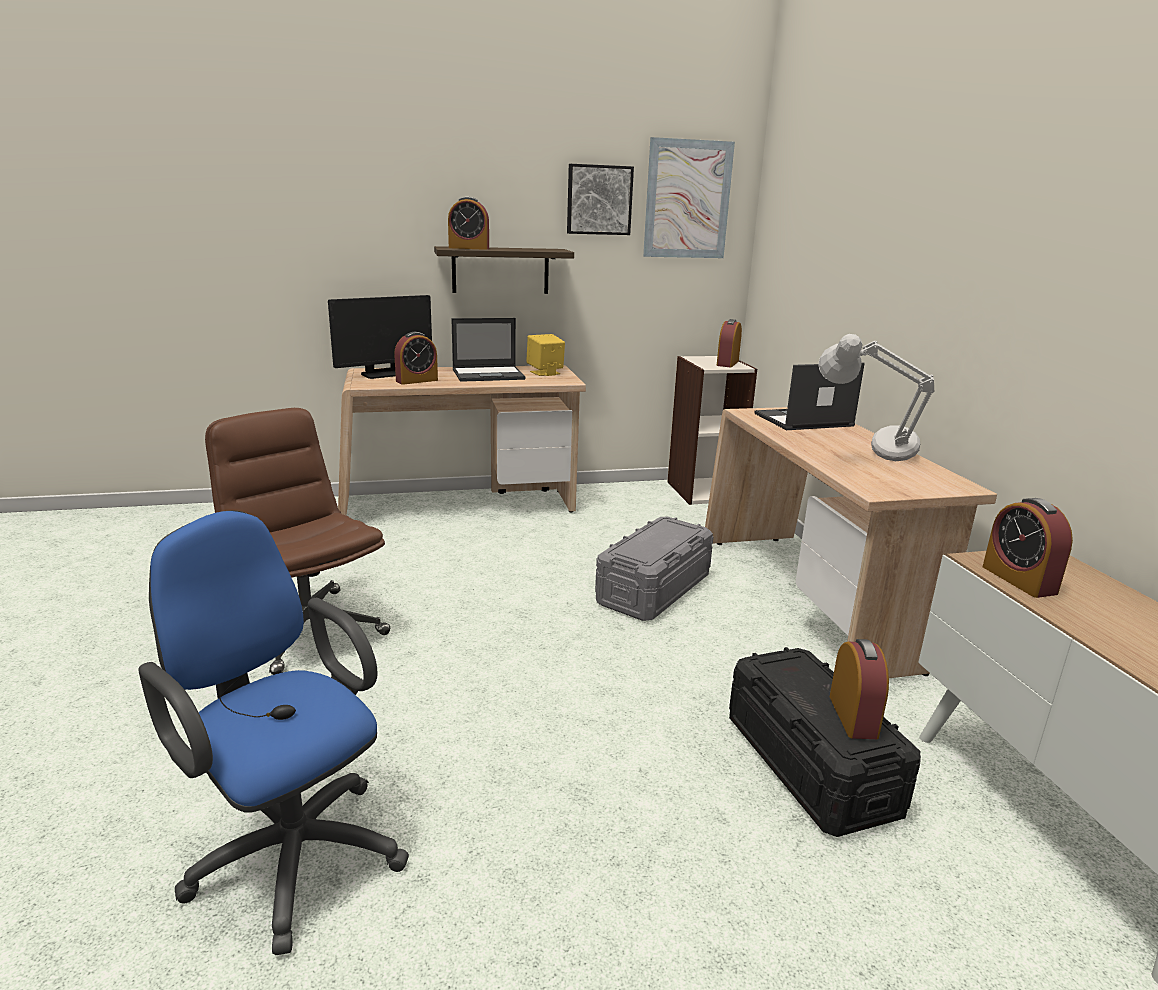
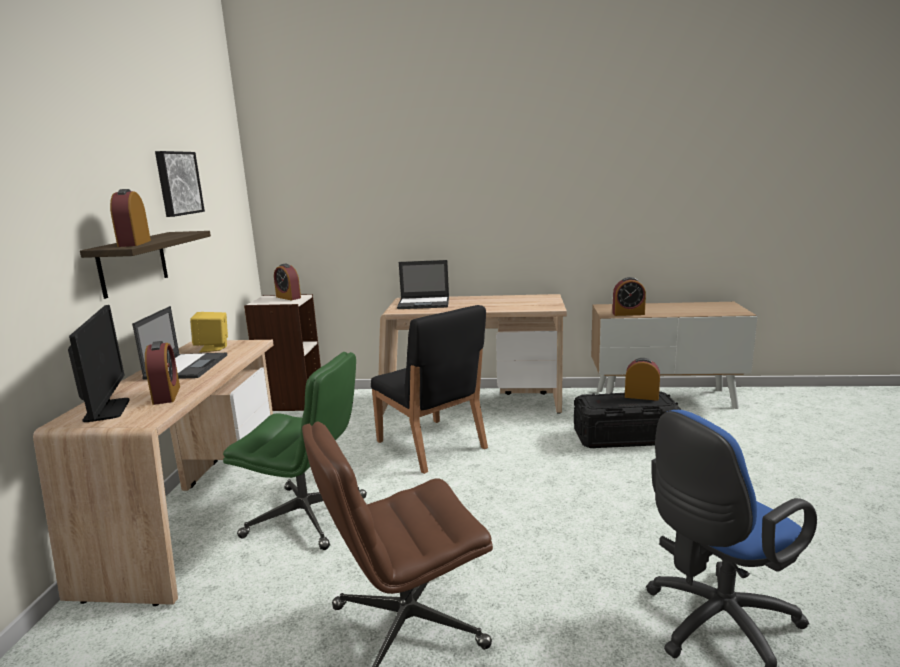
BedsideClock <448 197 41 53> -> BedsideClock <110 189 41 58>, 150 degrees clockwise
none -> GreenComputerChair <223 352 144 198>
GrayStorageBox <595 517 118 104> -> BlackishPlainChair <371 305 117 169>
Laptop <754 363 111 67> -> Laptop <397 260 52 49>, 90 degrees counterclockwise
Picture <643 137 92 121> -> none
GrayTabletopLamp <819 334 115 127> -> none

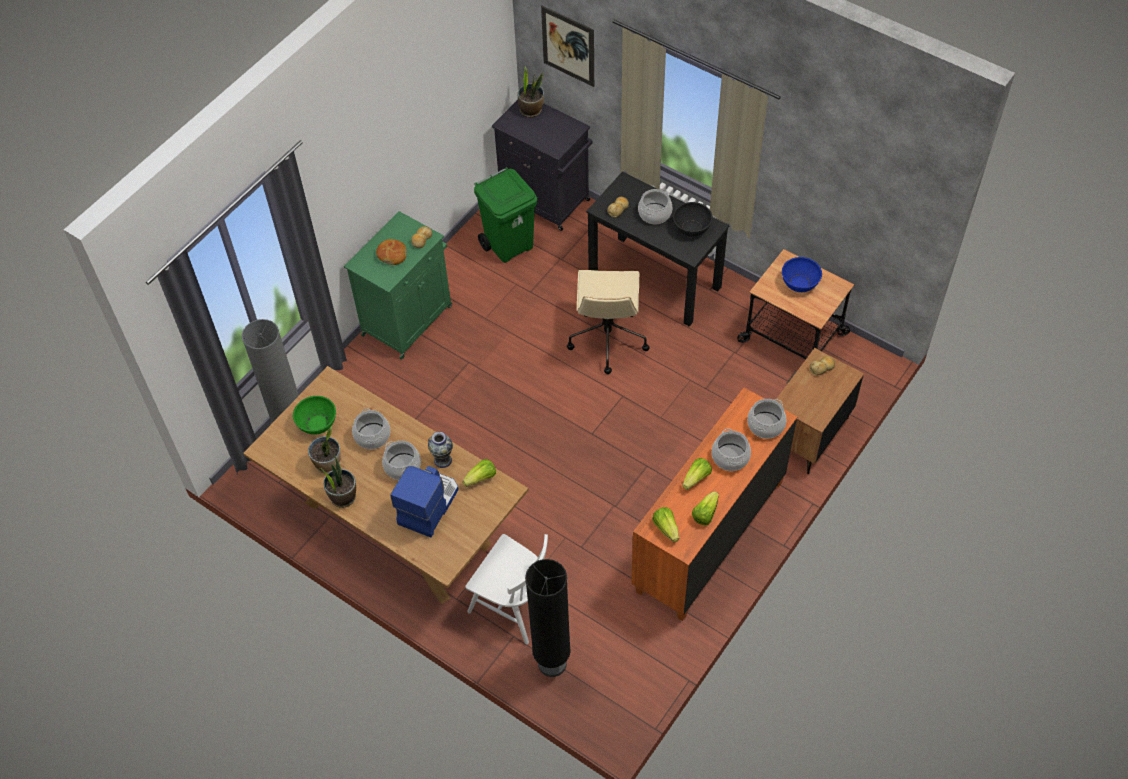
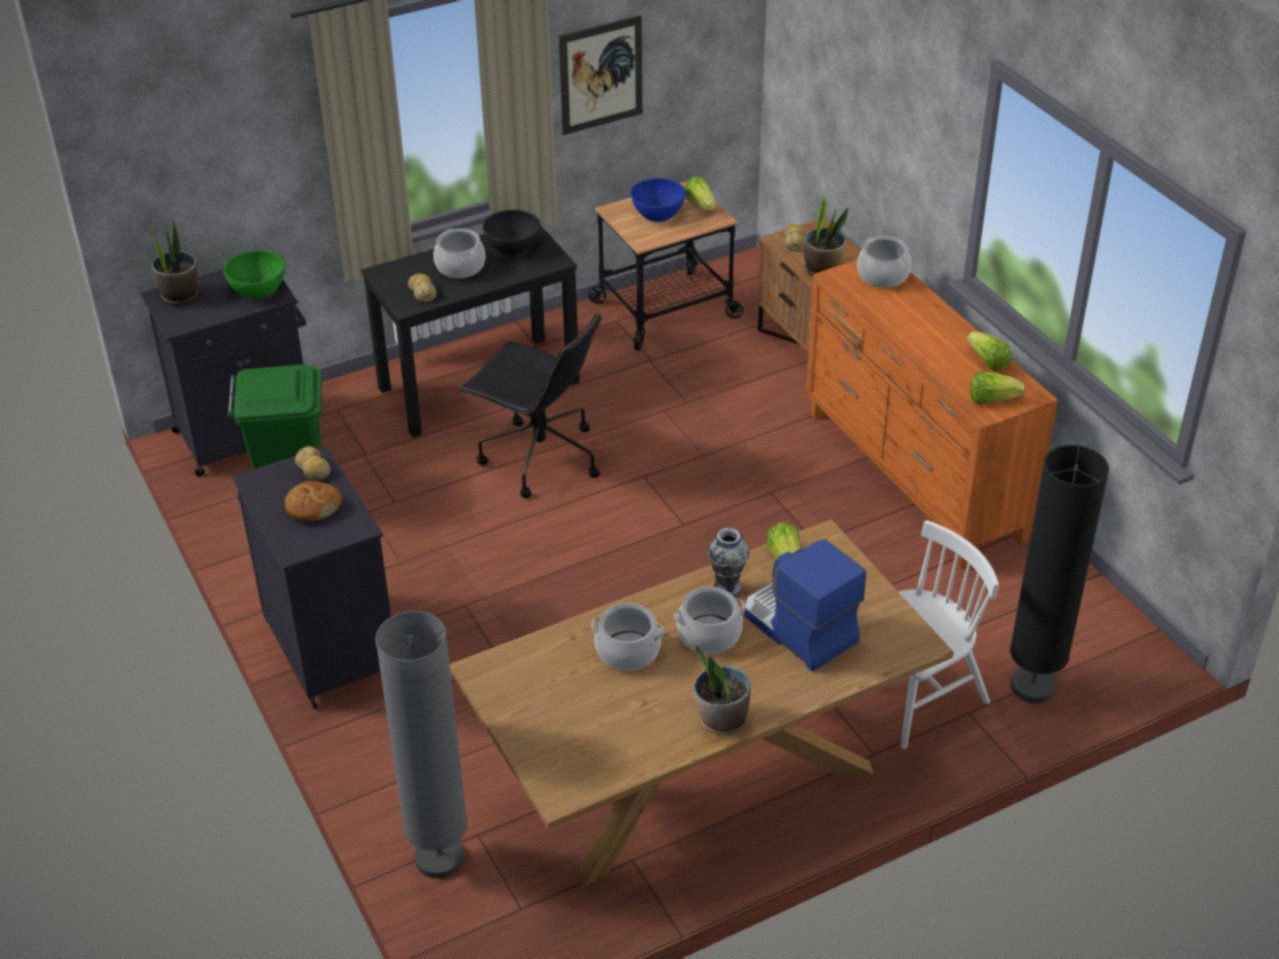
GreenBowl <293 396 43 39> -> GreenBowl <223 250 62 49>, shifted
GreenStorageCabinet <344 211 108 149> -> BlackishStorageCabinet <232 446 159 263>
SandColouredComputerChair <567 270 83 104> -> BlackishComputerChair <459 312 142 186>
Picture <541 6 53 81> -> Picture <559 15 83 120>, shifted
HeadOfLettuce <683 458 29 32> -> HeadOfLettuce <685 177 30 34>, shifted
PottedPlant <308 426 33 47> -> PottedPlant <804 195 44 81>, shifted
Saucepot <712 428 39 43> -> none

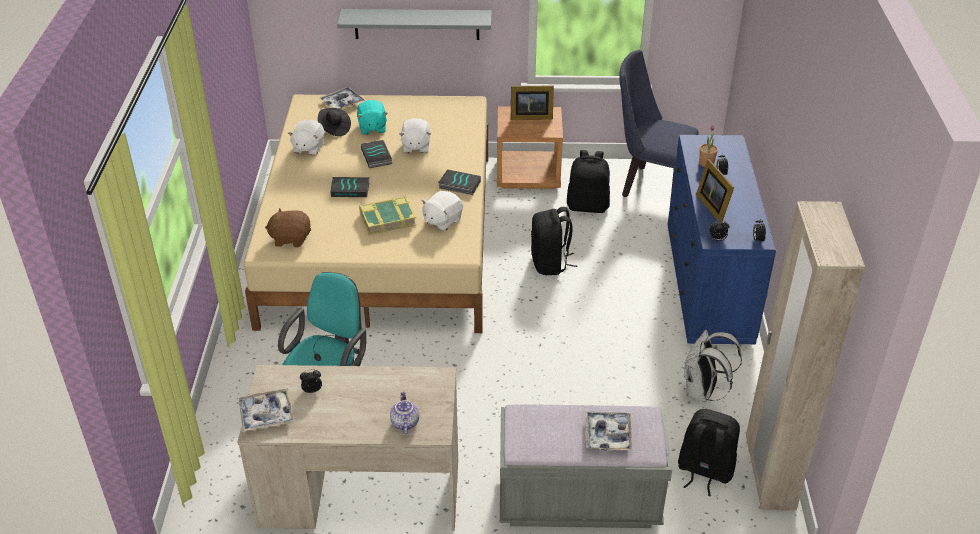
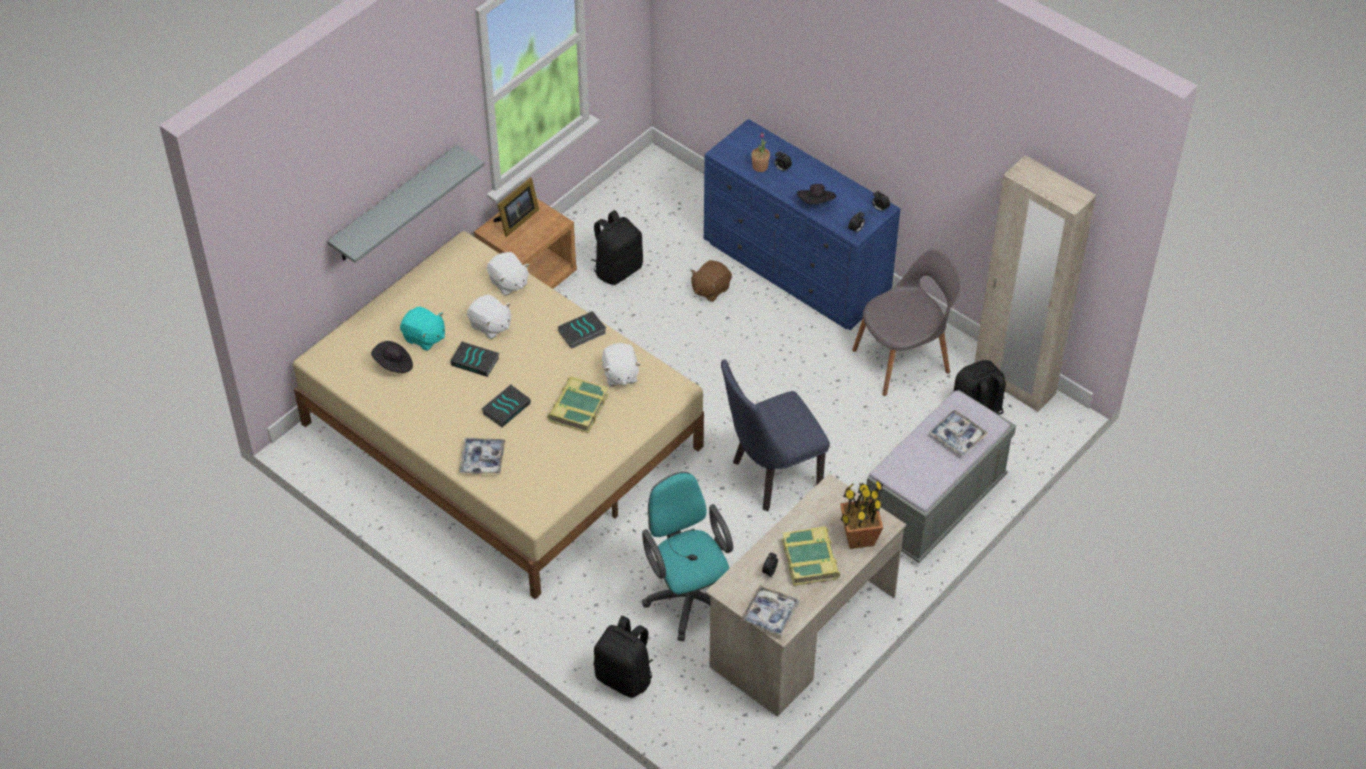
CarryingTray <320 87 45 22> -> CarryingTray <459 438 47 37>, shifted
WhitishCuddlyToy <288 120 36 36> -> WhitishCuddlyToy <487 252 42 44>, shifted
BlackishBackpack <531 207 46 68> -> BlackishBackpack <594 616 59 82>, shifted
BrownCuddlyToy <265 208 46 40> -> BrownCuddlyToy <691 260 41 42>, shifted
BlueColouredPlainChair <620 50 79 152> -> BlueColouredPlainChair <721 360 109 151>, shifted
none -> Volume <782 526 58 60>
StandingFrame <696 159 38 63> -> BlackishWearableHat <797 184 39 21>
TeaPot <390 391 29 43> -> PottedPlant <840 480 43 69>
WhitishBackpack <684 330 58 72> -> GrayPlainChair <852 249 110 147>

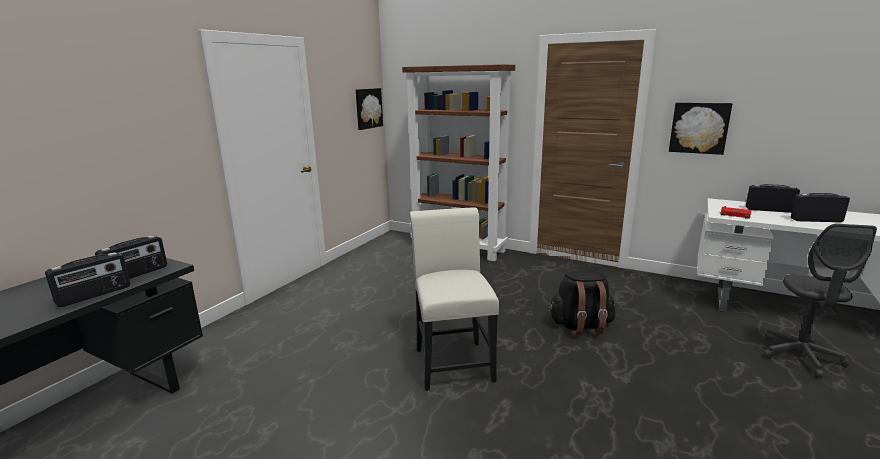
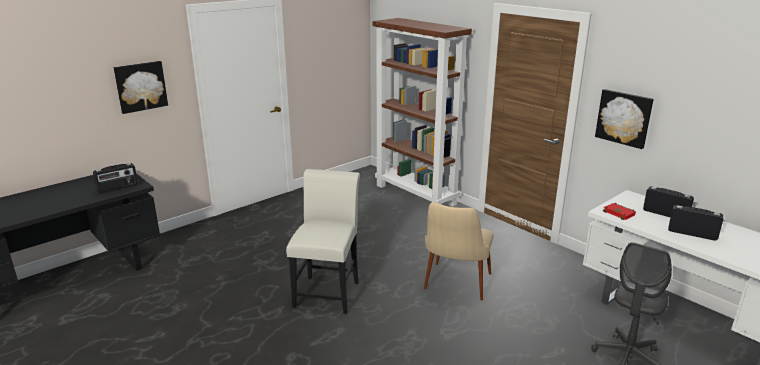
Picture <356 88 27 42> -> Picture <114 61 54 53>, shifted
BlackishBackpack <549 270 66 66> -> SandColouredPlainChair <424 202 70 98>
RadioSet <45 252 85 55> -> none

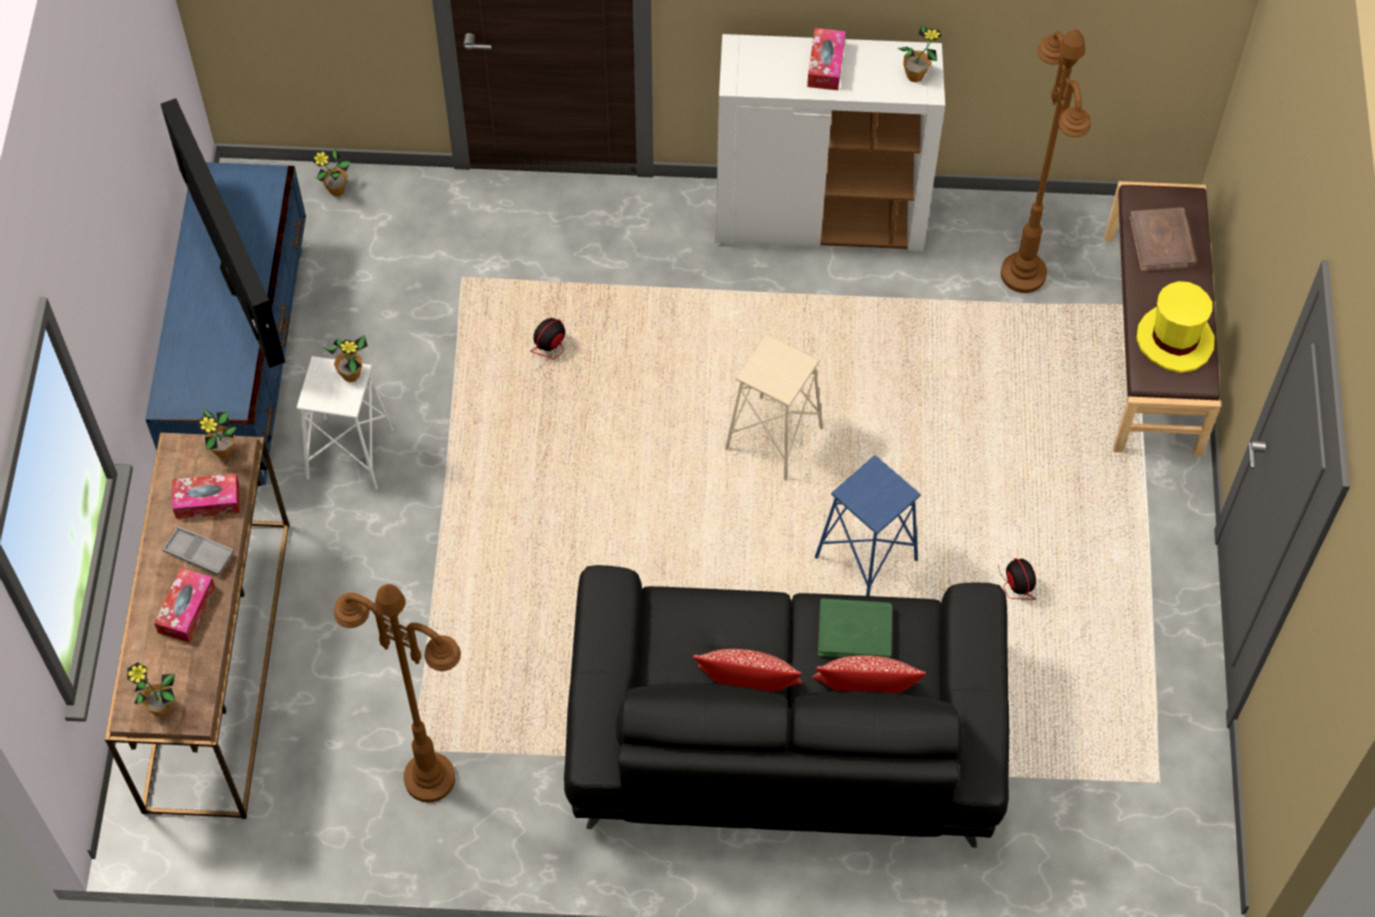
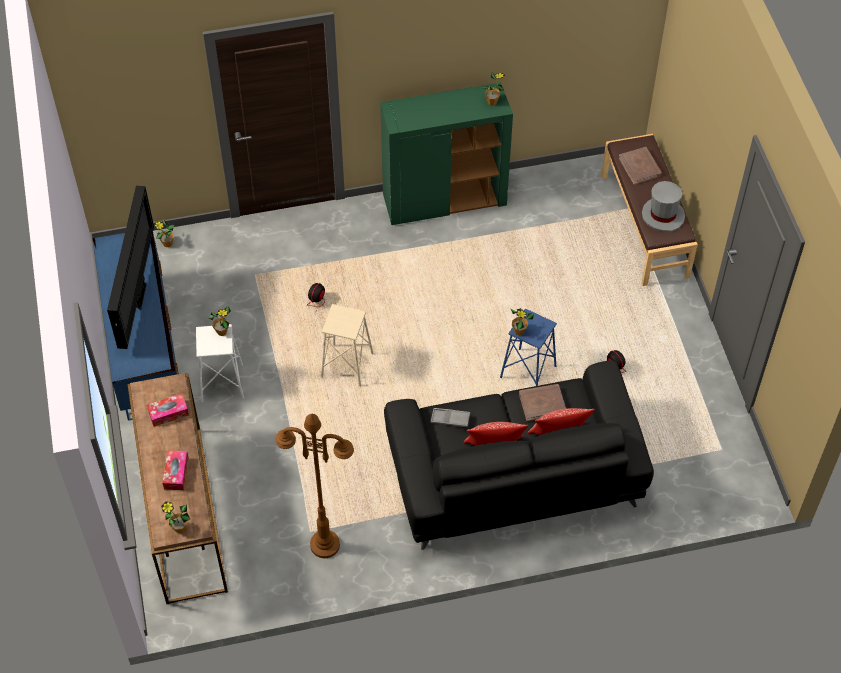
TvSet <161 98 124 270> -> TvSet <107 186 47 163>, 45 degrees clockwise
SandColouredStoolSeat <725 334 98 146> -> SandColouredStoolSeat <321 304 53 83>, shifted
WhitishStorageCabinet <715 34 230 218> -> GreenStorageCabinet <380 83 133 142>
GrayCarryingTray <162 526 72 50> -> GrayCarryingTray <431 408 39 19>, shifted
PottedPlant <197 408 39 50> -> PottedPlant <510 308 24 27>, shifted
GreenVolume <818 598 74 60> -> BrownVolume <519 384 47 37>
YellowWearableHat <1136 281 78 92> -> GrayWearableHat <642 181 43 51>
TissueBox <807 28 39 62> -> none
BrownFloorLamp <1001 29 90 264> -> none

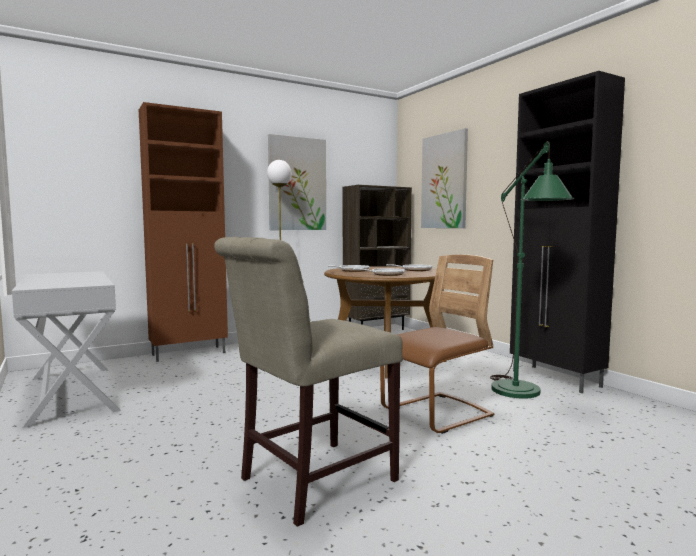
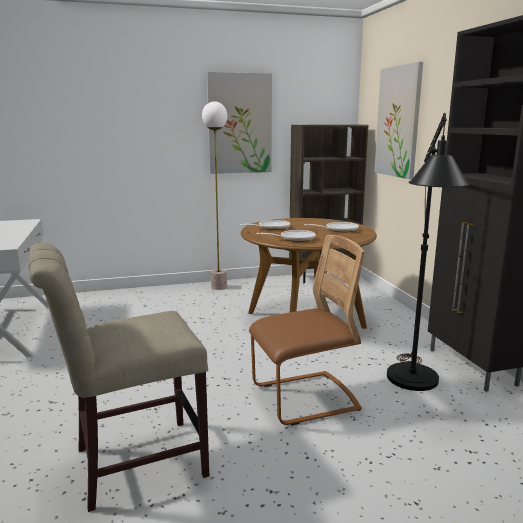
GreenFloorLamp <490 141 84 258> -> BlackishFloorLamp <387 113 83 278>
BrownStorageCabinet <139 102 89 260> -> none

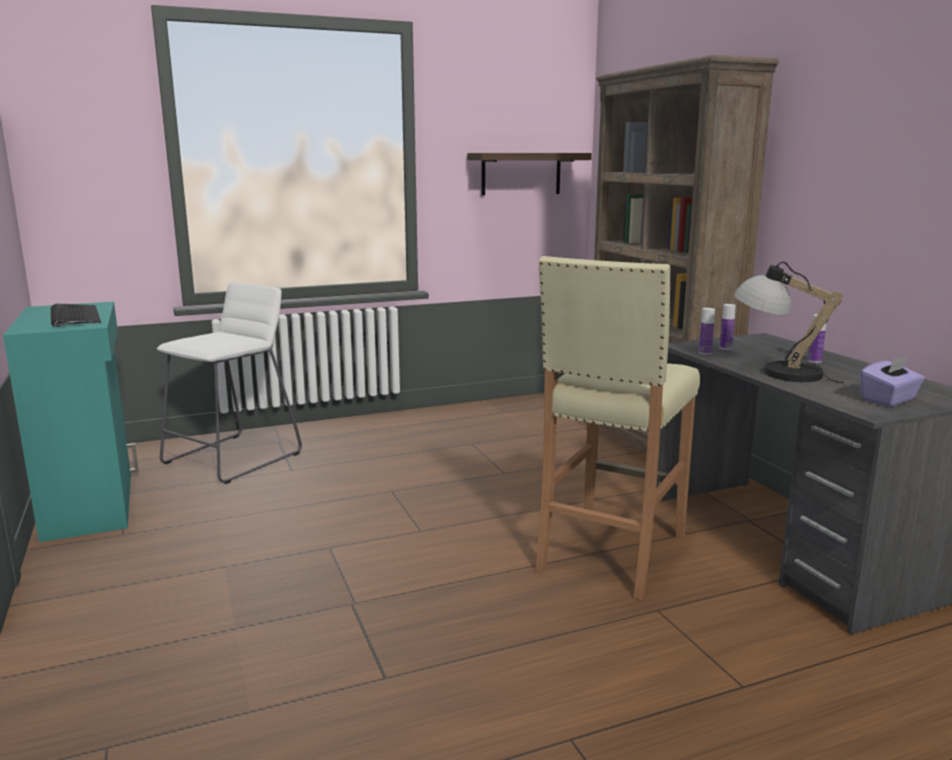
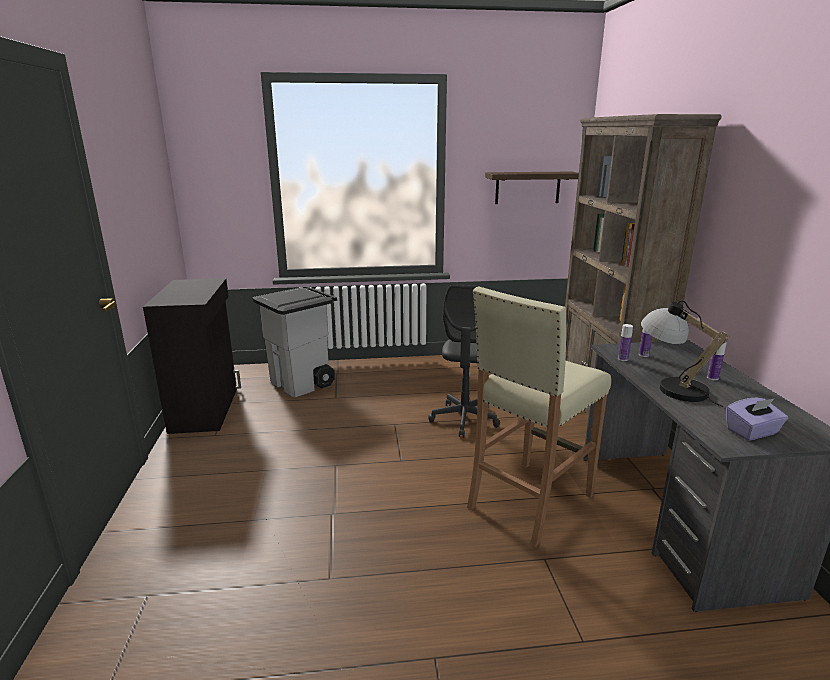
TurquoiseColouredStorageCabinet <3 302 136 240> -> BlackishStorageCabinet <143 278 98 156>
WhitishStoolSeat <157 282 145 202> -> GrayRubbishBin <252 287 85 110>
none -> GrayComputerChair <428 285 72 152>
PcKeyboard <51 303 50 23> -> none

